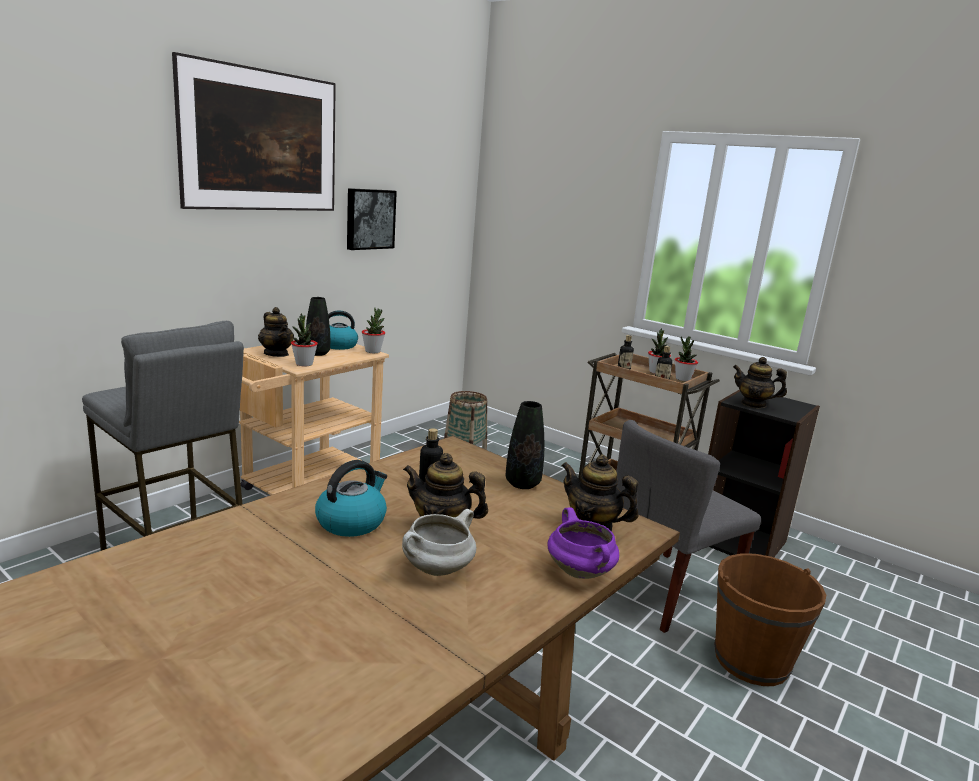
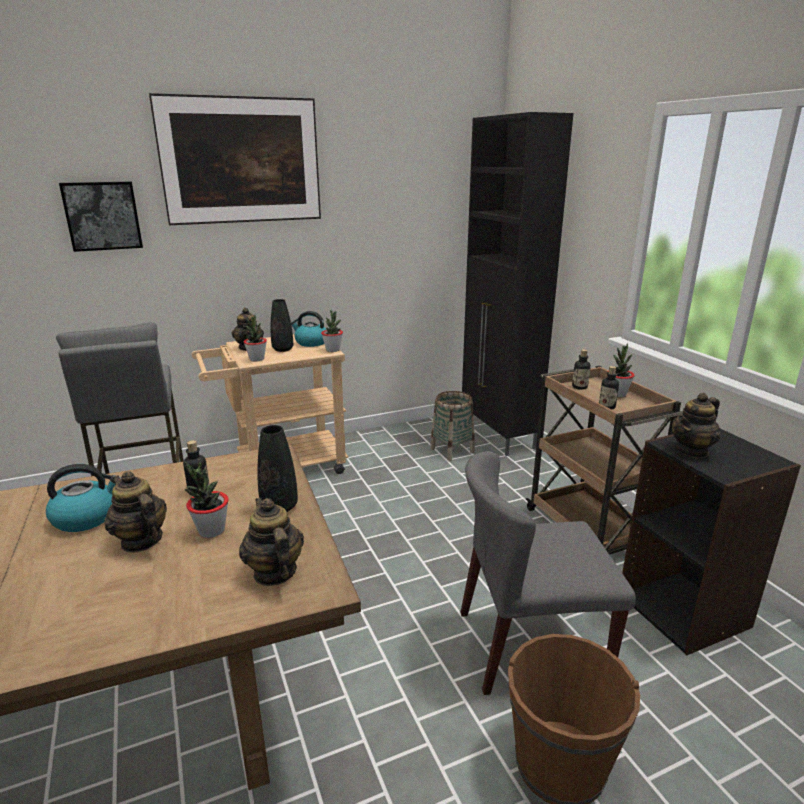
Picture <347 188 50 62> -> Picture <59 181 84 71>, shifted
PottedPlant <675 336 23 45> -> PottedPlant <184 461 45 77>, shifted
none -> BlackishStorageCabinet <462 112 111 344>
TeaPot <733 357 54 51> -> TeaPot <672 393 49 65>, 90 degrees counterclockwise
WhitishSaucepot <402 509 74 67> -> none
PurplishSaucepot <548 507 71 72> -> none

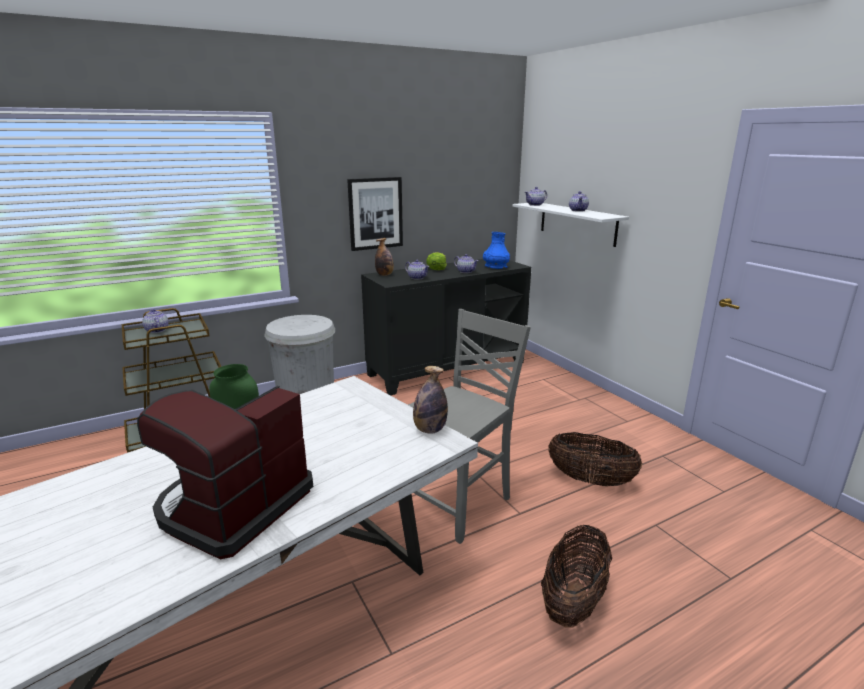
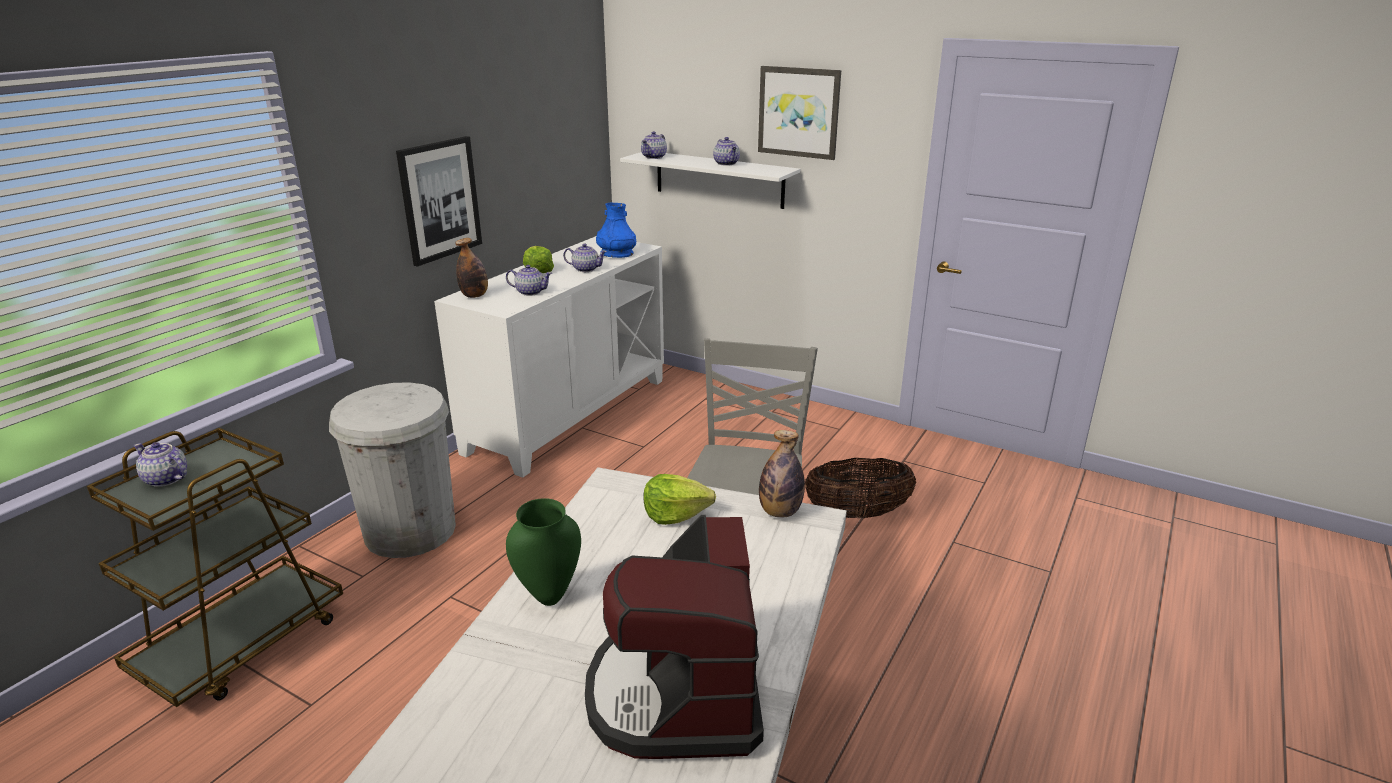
BlackishStorageCabinet <361 259 170 137> -> WhitishStorageCabinet <434 236 230 242>
none -> HeadOfLettuce <644 474 72 51>
none -> Picture <758 66 83 94>
Basket <541 524 71 104> -> none

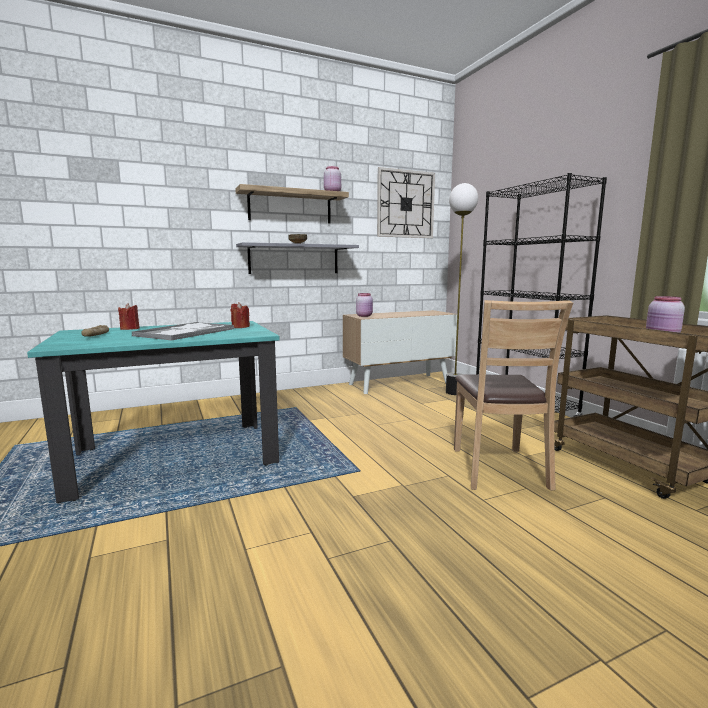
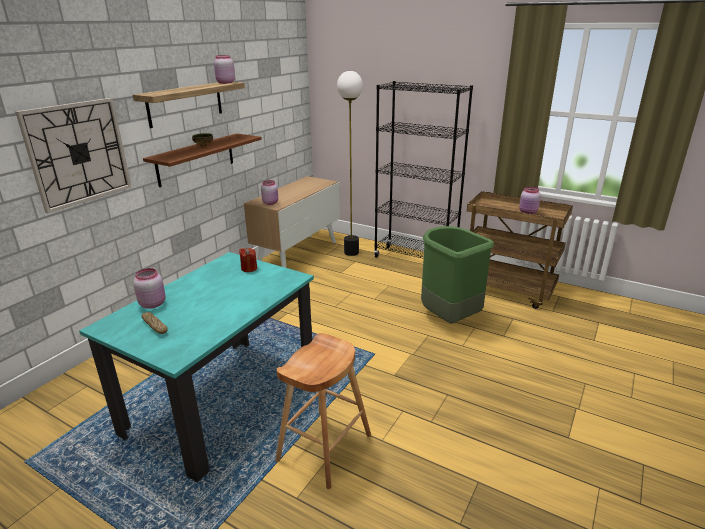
HangingClock <377 167 58 71> -> HangingClock <15 98 116 115>, shifted
ReddishWaxLight <118 303 22 27> -> PinkStorageJar <133 268 32 41>
GrayShelf <236 242 123 32> -> BrownShelf <143 133 119 54>
none -> BrownStoolSeat <275 333 96 156>
BrownPlainChair <454 300 119 191> -> GreenRubbishBin <421 226 73 98>
CarryingTray <131 322 103 19> -> none

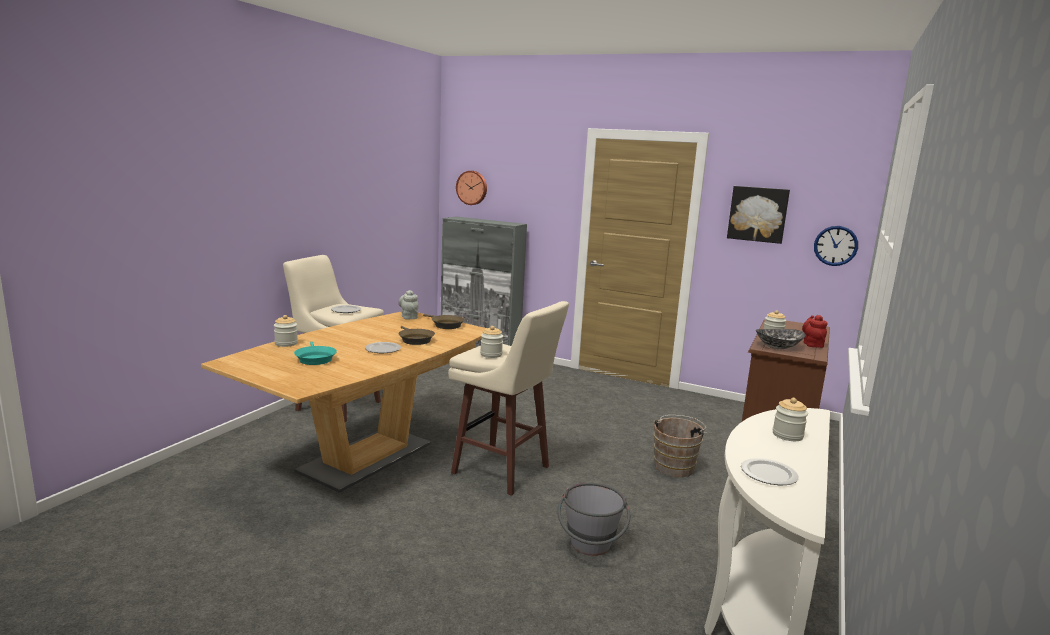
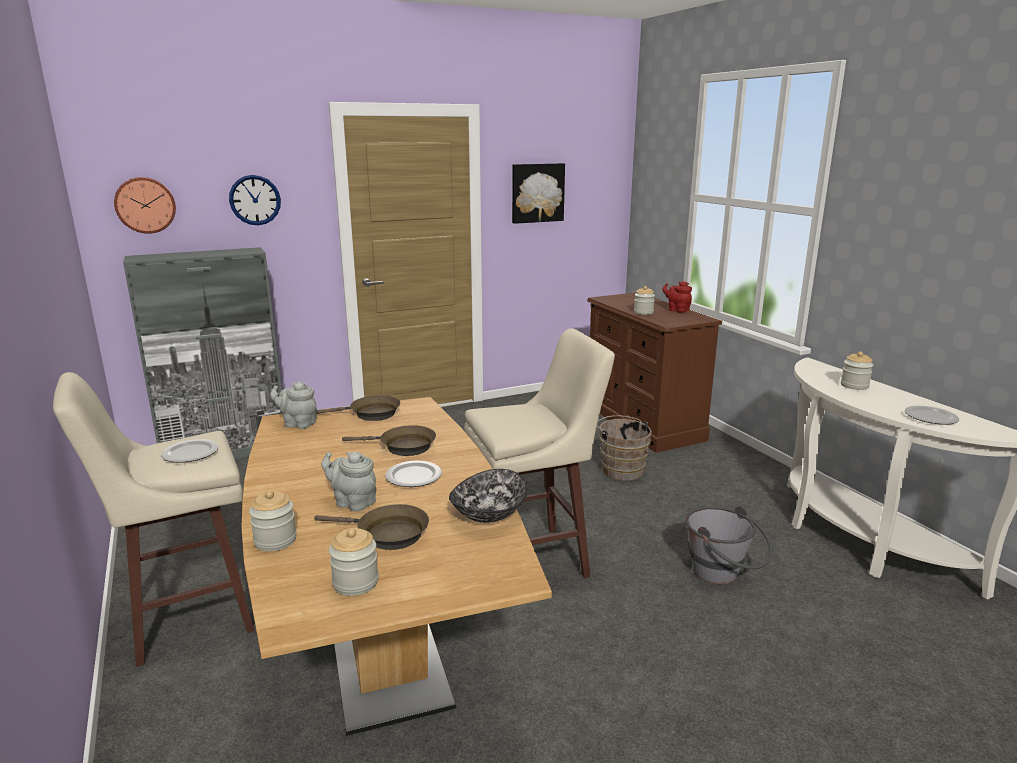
HangingClock <814 226 44 40> -> HangingClock <229 175 52 50>, shifted
TurquoiseColouredFryingPan <294 342 43 23> -> BrownFryingPan <314 504 115 46>
none -> GrayTeaPot <321 452 56 60>
StorageJar <480 326 23 32> -> StorageJar <329 528 50 68>, shifted
Bowl <756 329 49 20> -> Bowl <449 469 79 54>, shifted

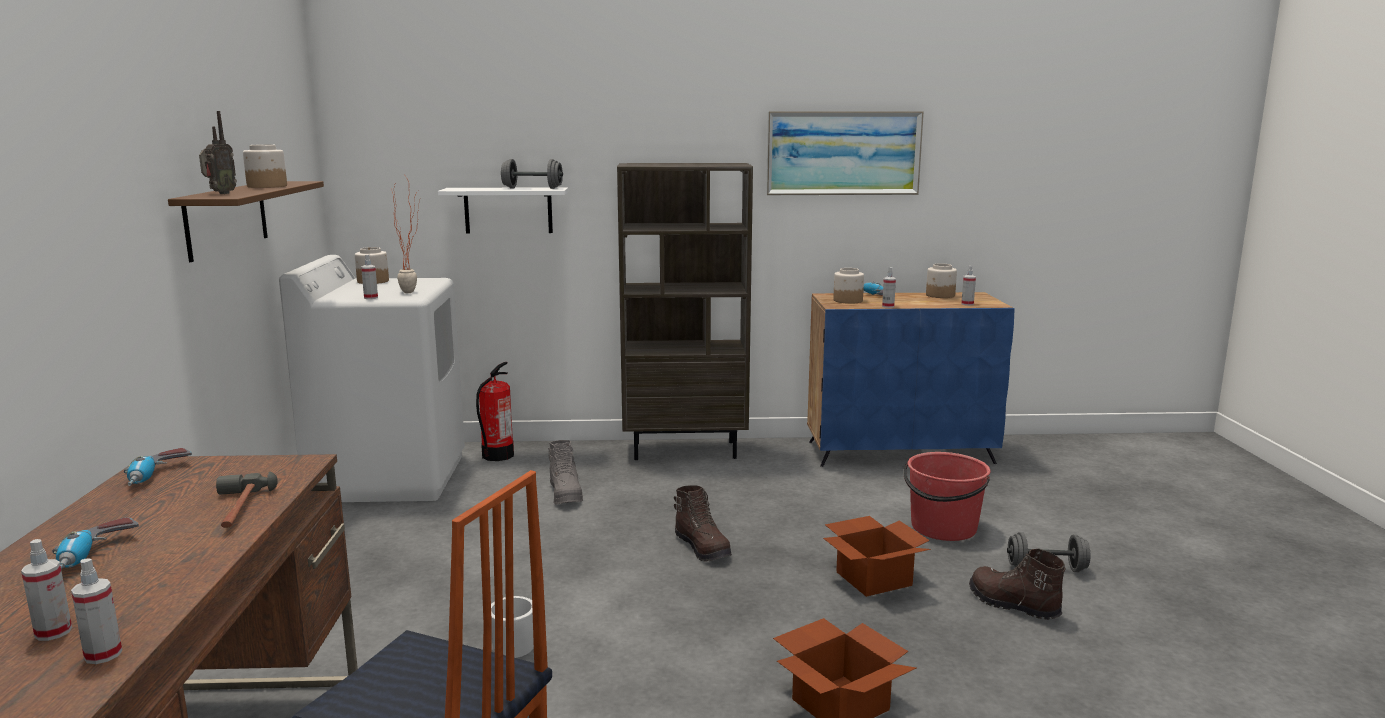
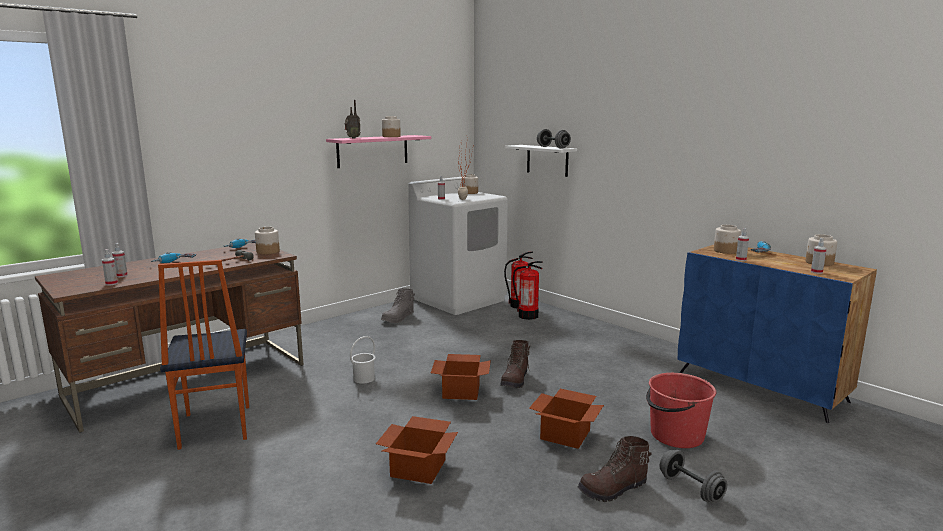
none -> StorageJar <255 227 25 27>
BrownShelf <168 181 156 81> -> PinkShelf <326 135 105 33>
GrayBoot <548 440 35 65> -> GrayBoot <381 288 34 35>, shifted
none -> CardboardBox <431 354 60 46>
none -> FireFightingCylinder <513 261 30 59>
BrownBoot <969 549 97 71> -> BrownBoot <578 436 74 66>, 120 degrees counterclockwise
BrownShelvingUnit <617 163 136 297> -> none
Picture <766 111 158 84> -> none

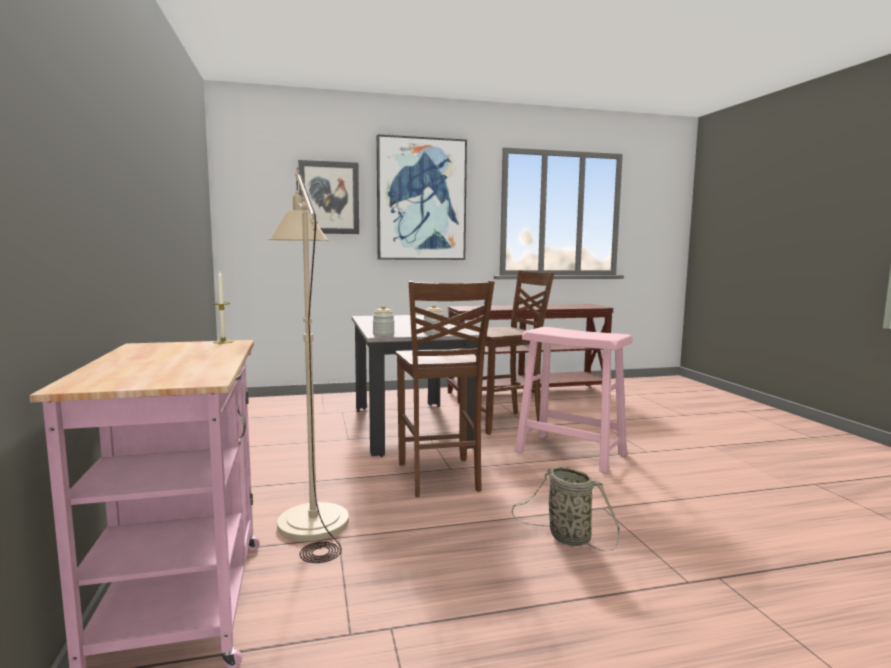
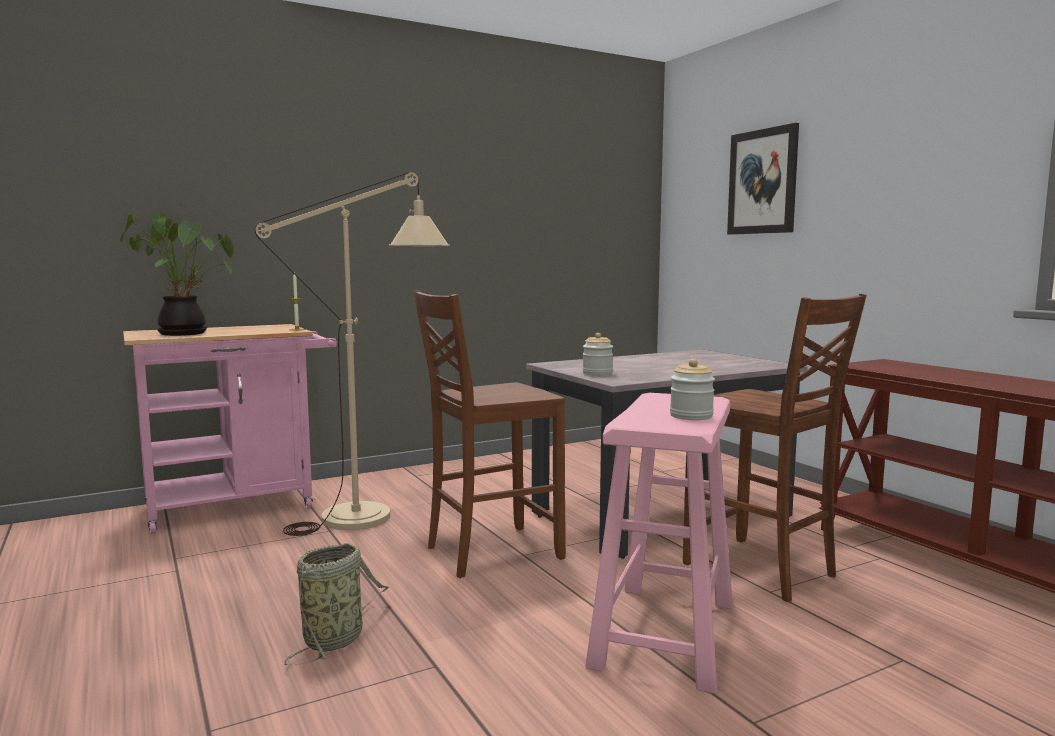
none -> PottedPlant <120 211 114 125>
StorageJar <373 306 21 30> -> StorageJar <670 359 45 61>, shifted
Picture <377 134 90 126> -> none

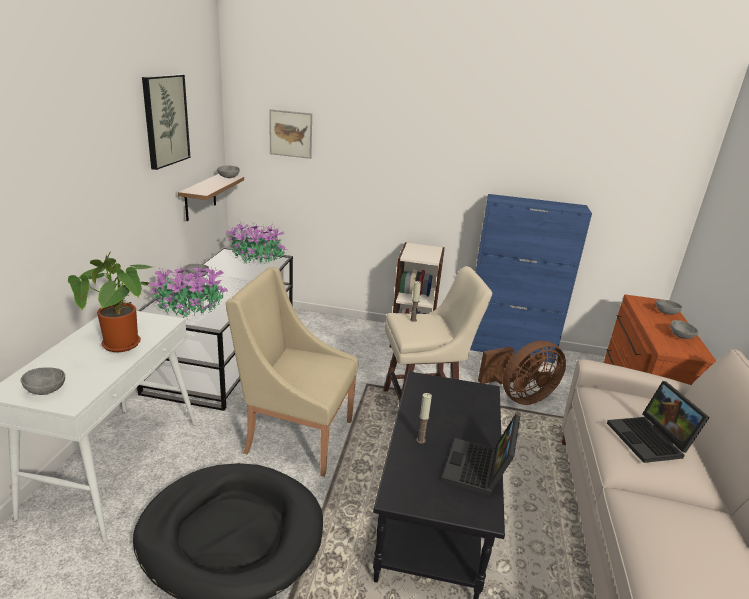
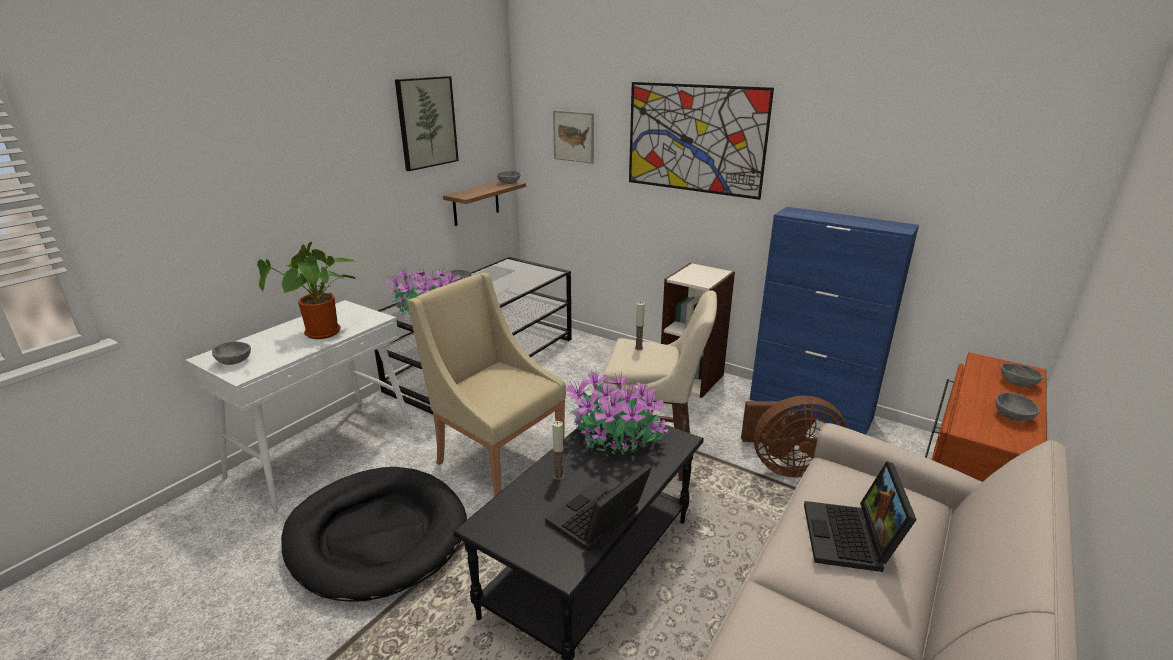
PottedPlant <225 221 62 43> -> PottedPlant <565 370 104 85>, shifted
none -> Picture <629 82 145 118>

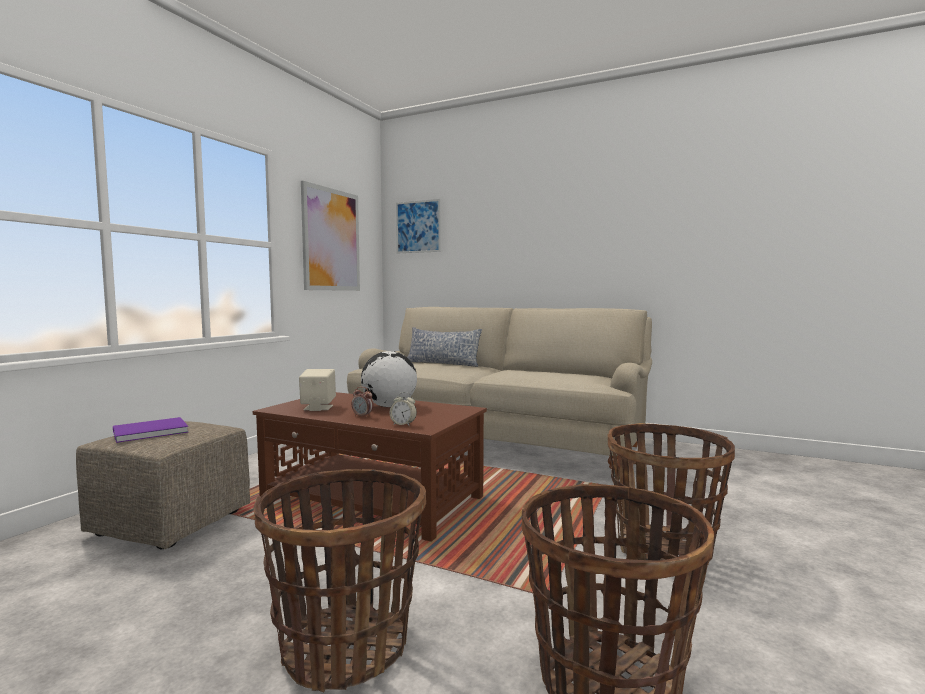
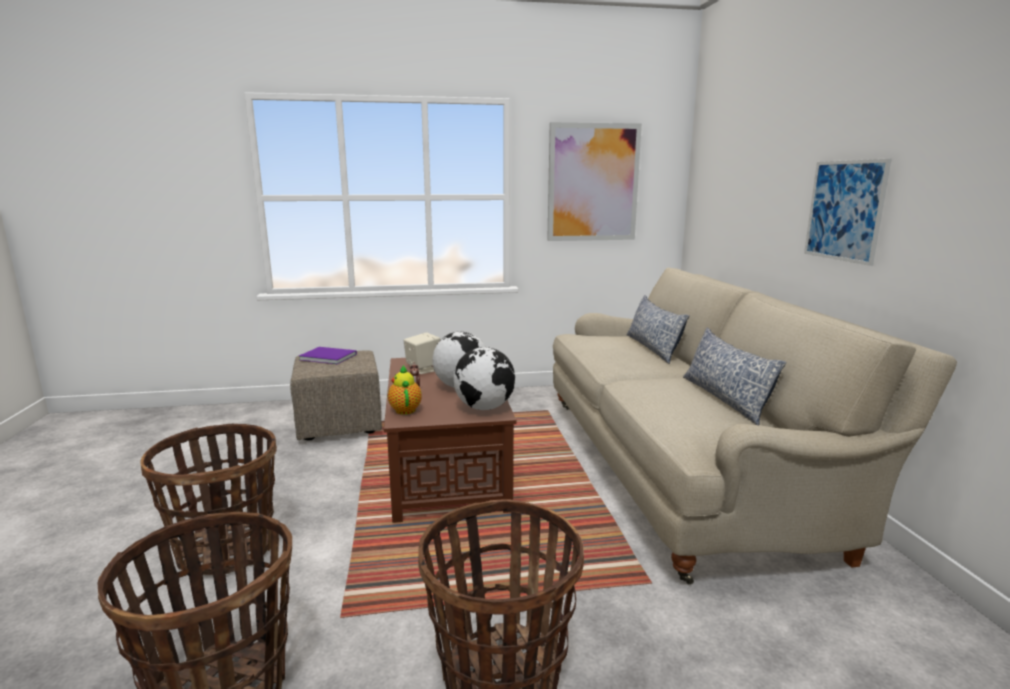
BedsideClock <390 392 27 33> -> TeaPot <388 365 34 50>
none -> WorldGlobe <453 347 62 63>
none -> ThrowPillow <683 328 104 97>
Picture <396 199 45 54> -> Picture <804 159 88 107>, shifted

